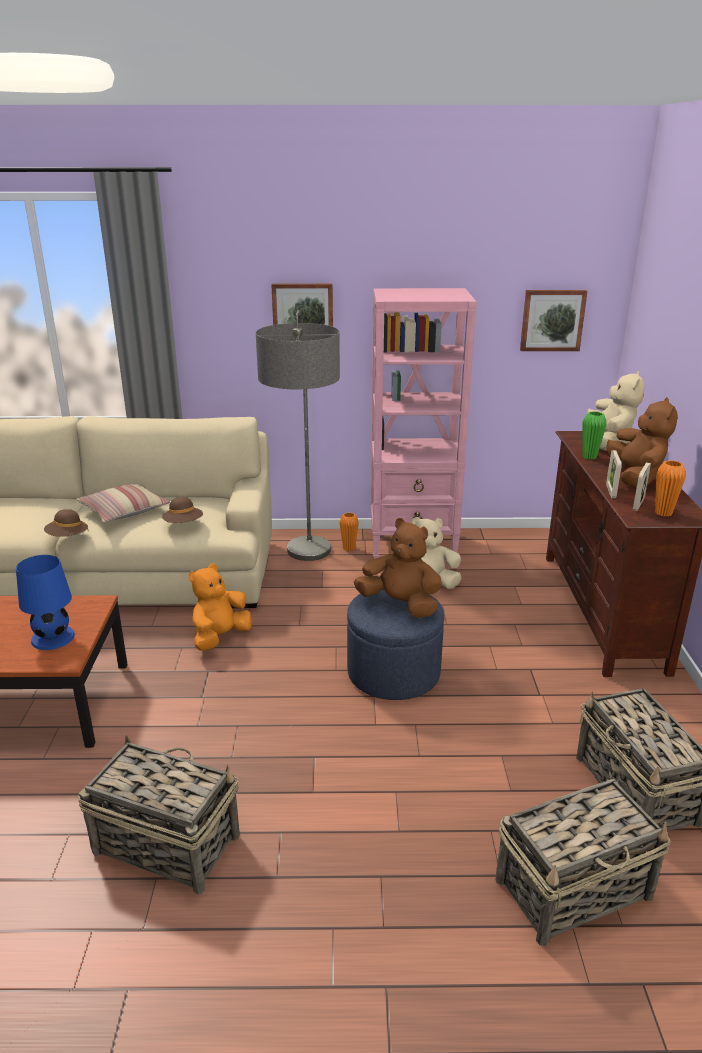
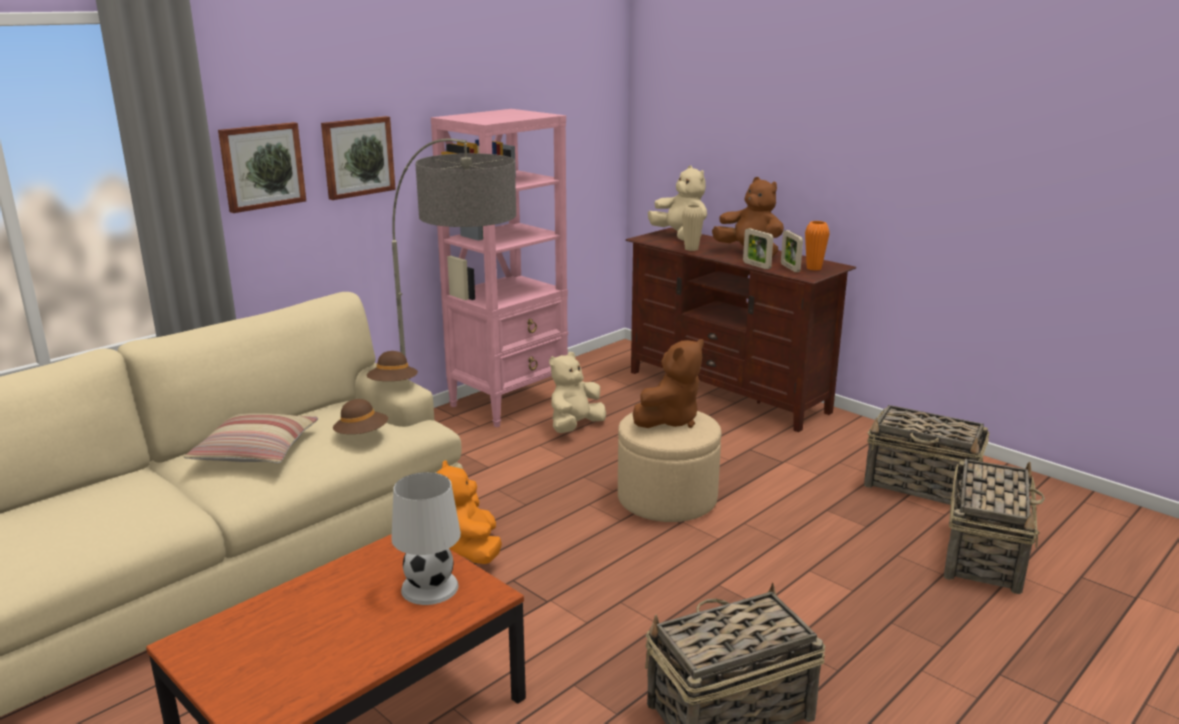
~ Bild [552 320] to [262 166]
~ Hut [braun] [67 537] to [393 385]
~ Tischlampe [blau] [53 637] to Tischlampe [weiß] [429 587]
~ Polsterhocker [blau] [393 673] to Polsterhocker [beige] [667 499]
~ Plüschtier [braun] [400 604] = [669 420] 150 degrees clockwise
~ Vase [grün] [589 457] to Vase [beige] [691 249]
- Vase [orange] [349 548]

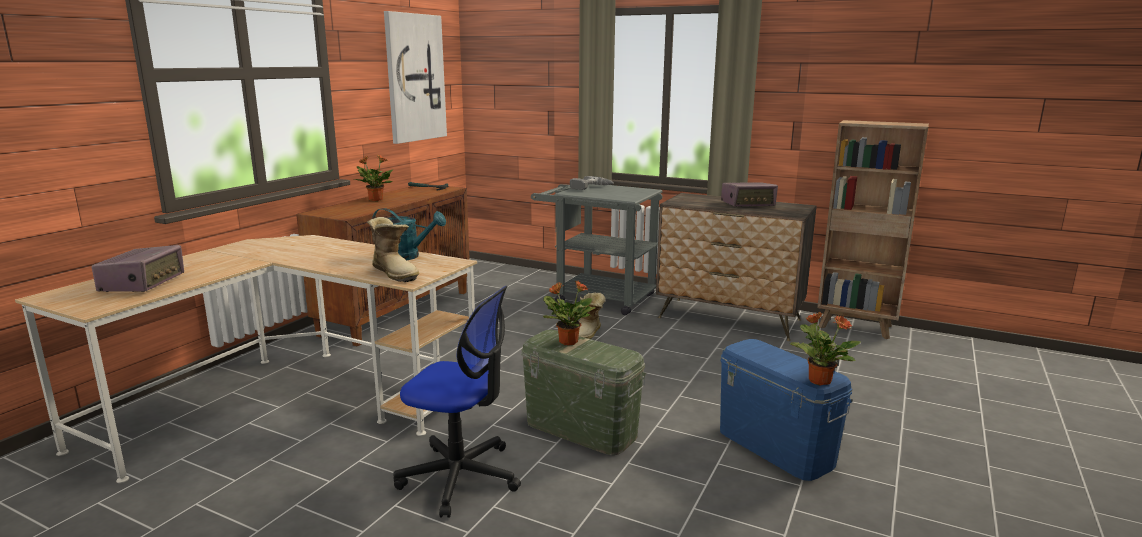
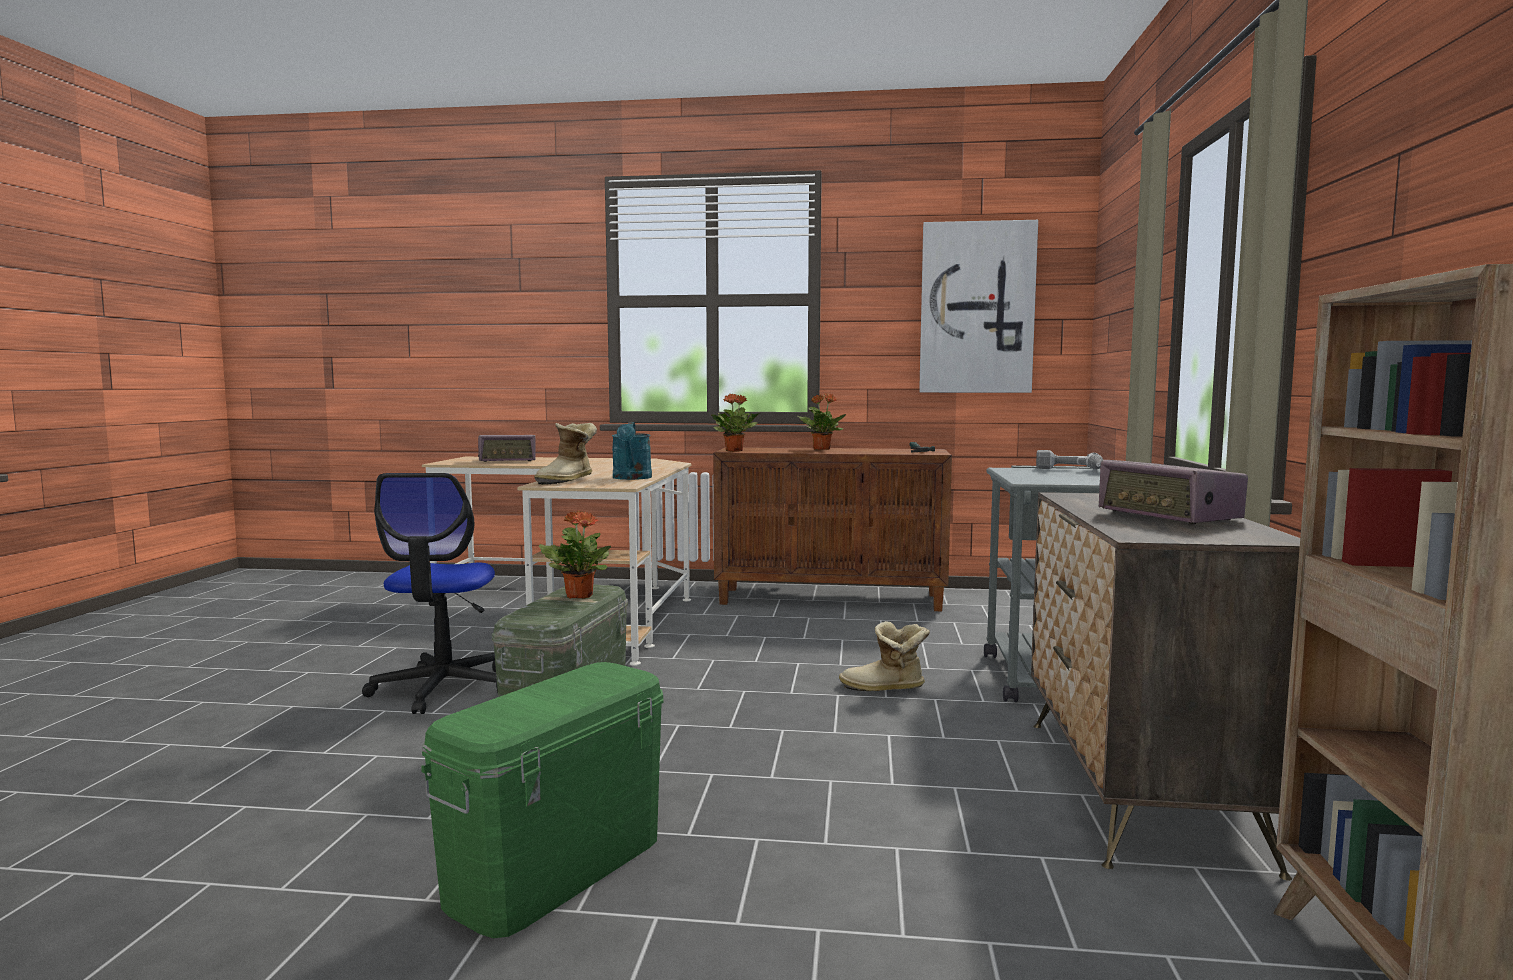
~ Aufbewahrungsbox [blau] [775 447] to Aufbewahrungsbox [grün] [556 869]
~ Topfpflanze [819 380] to [734 451]

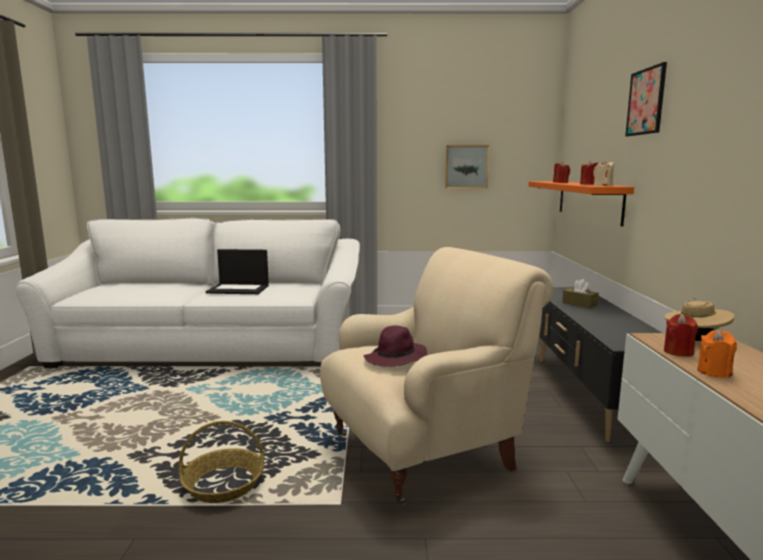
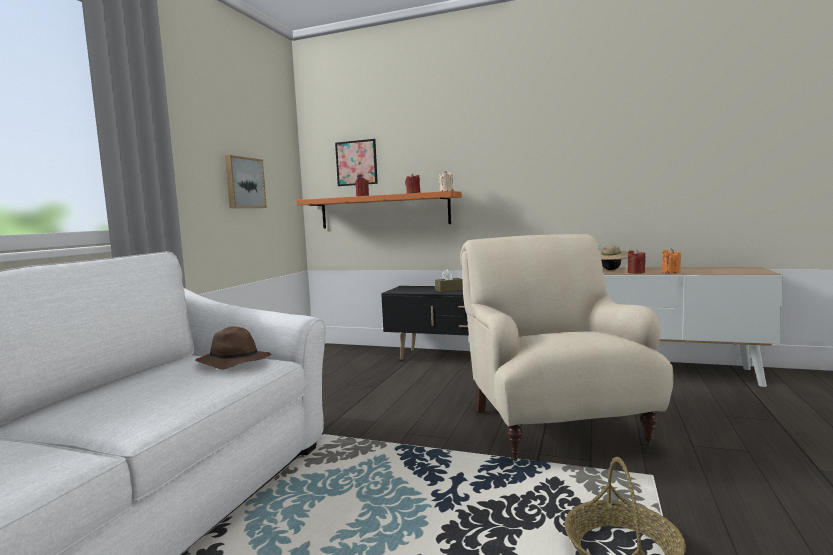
+ Hut [braun] [233 362]
~ Bild [646 101] to [356 163]
- Laptop [239 289]
- Hut [lila] [395 359]

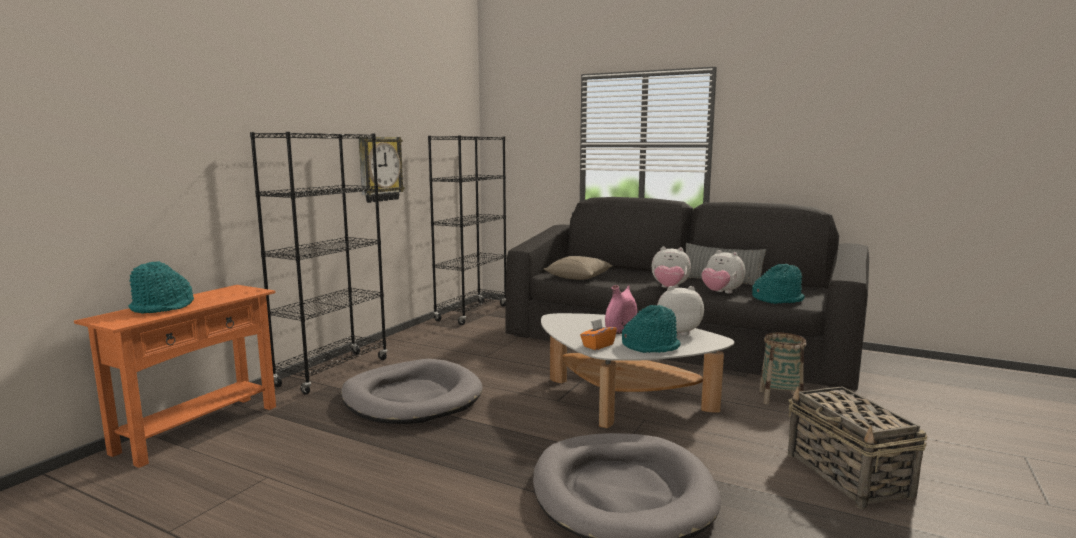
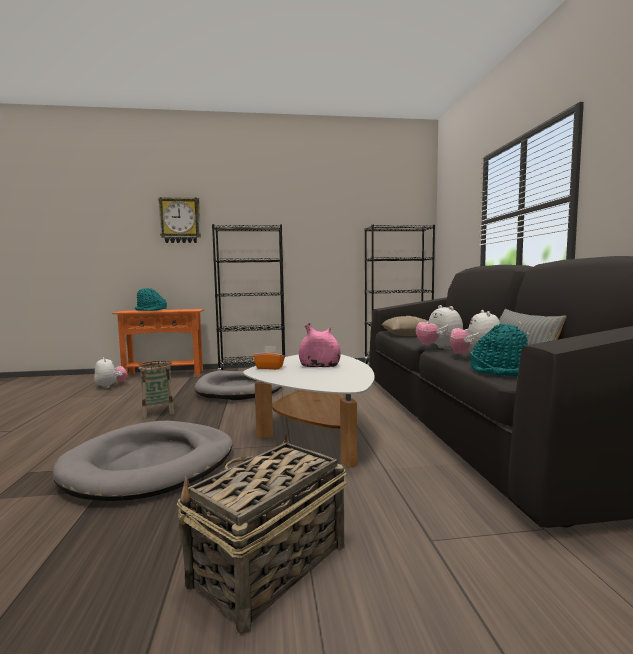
~ Plüschtier [677 332] to [111 386]
~ Korb [780 398] to [158 412]
~ Wanduhr [379 169] to [180 220]
- Hut [türkis] [651 346]

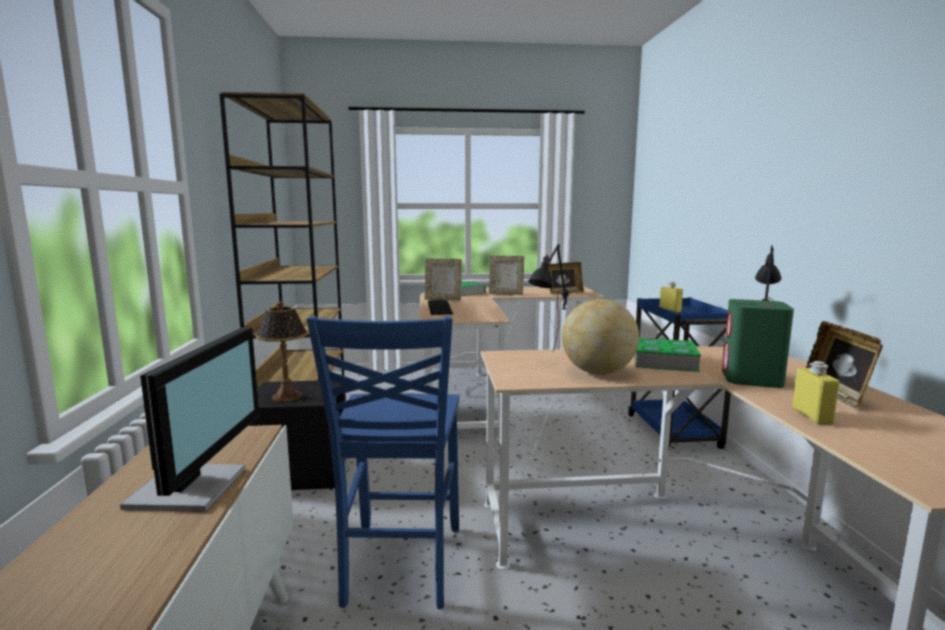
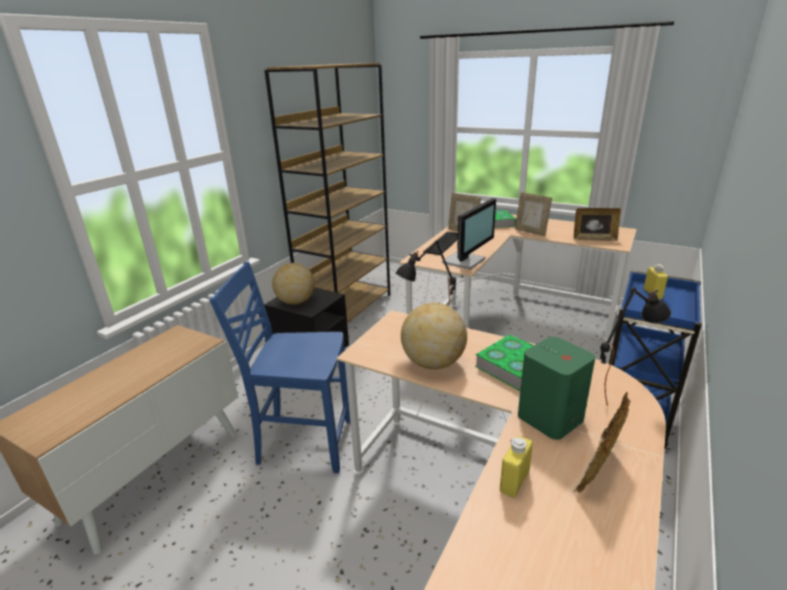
~ Stuhl [blau] [400 565] = [303 442] 60 degrees clockwise
~ Tischlampe [286 397] to Globus [295 302]
~ Monitor [193 487] to [465 261]

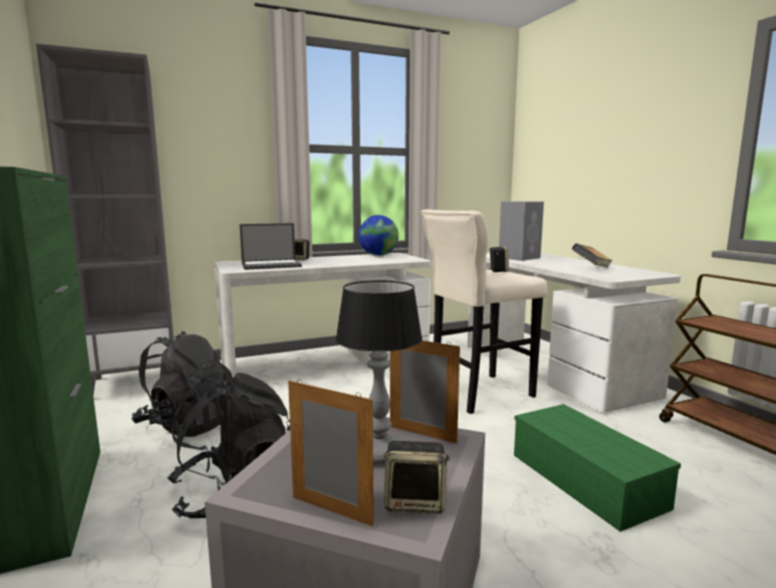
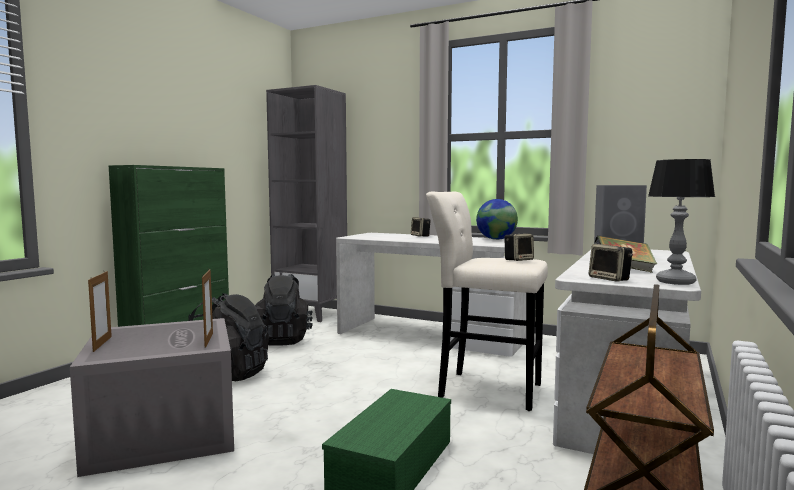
~ Lautsprecher [416 502] to [610 279]
~ Tischlampe [379 454] to [675 282]
- Laptop [272 265]

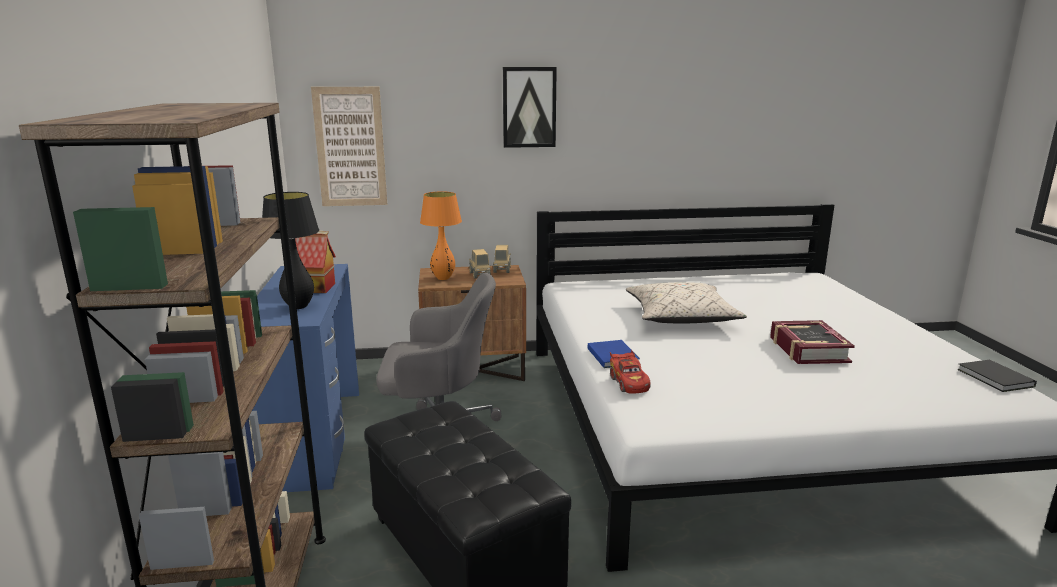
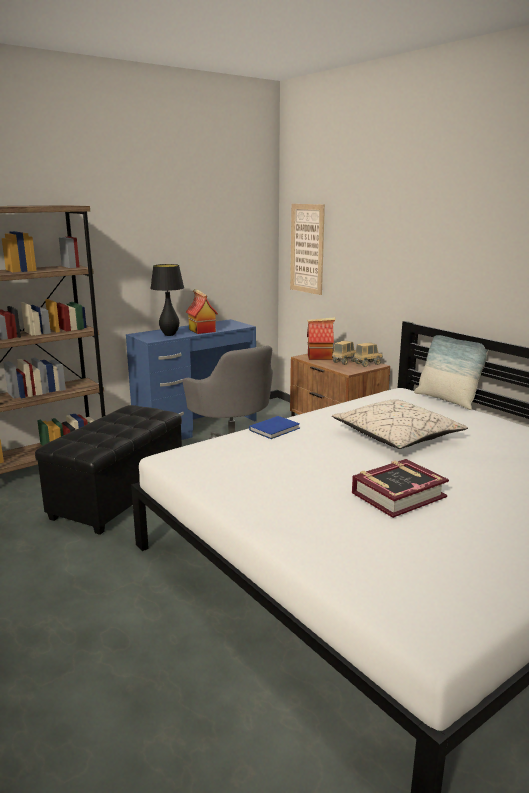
~ Tischlampe [orange] [443 278] to Spielzeughaus [320 357]
+ Kissen [446 400]
- Bild [529 107]
- Spielzeugauto [rot] [628 383]
- Buch [schwarz] [995 379]

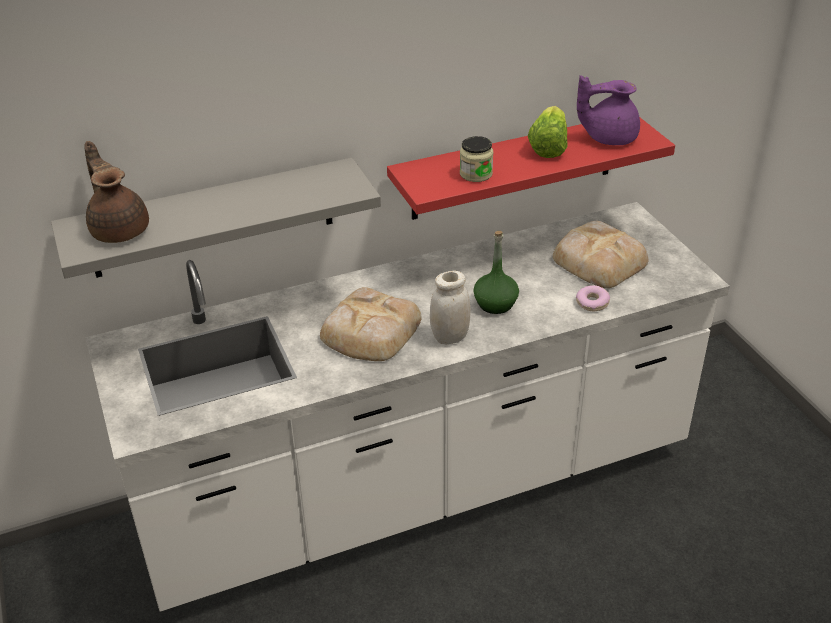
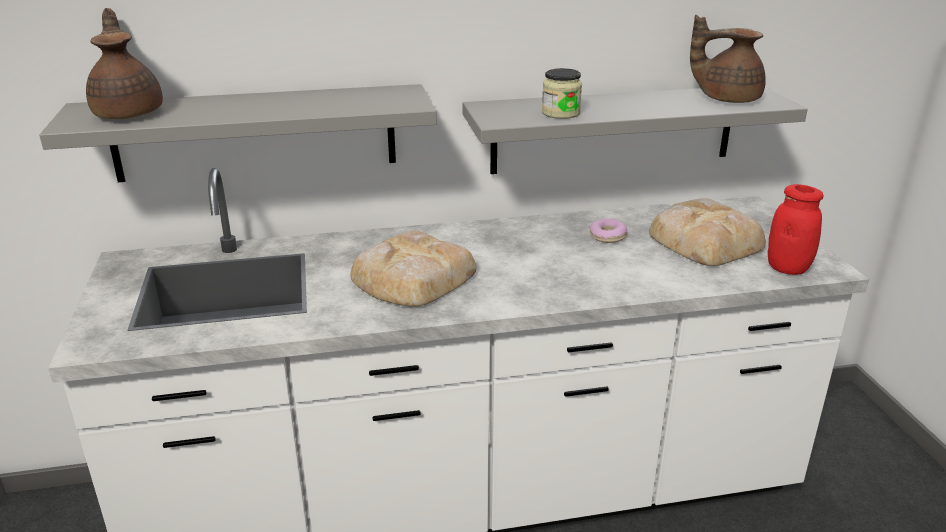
~ Wandregal [rot] [513 167] to Wandregal [grau] [613 129]
~ Donut [592 303] to [607 236]
~ Teekanne [lila] [608 137] to Teekanne [braun] [726 98]
+ Vorratsglas [rot] [787 268]
- Vorratsglas [weiß] [450 337]
- Flasche [grün] [495 304]
- Salatkopf [548 147]

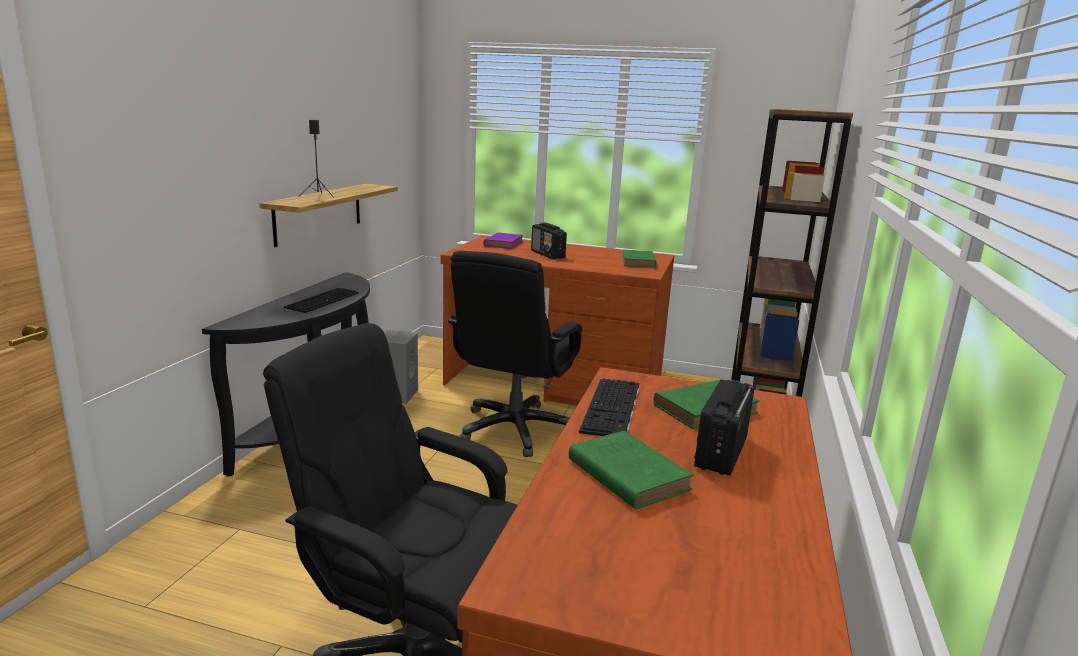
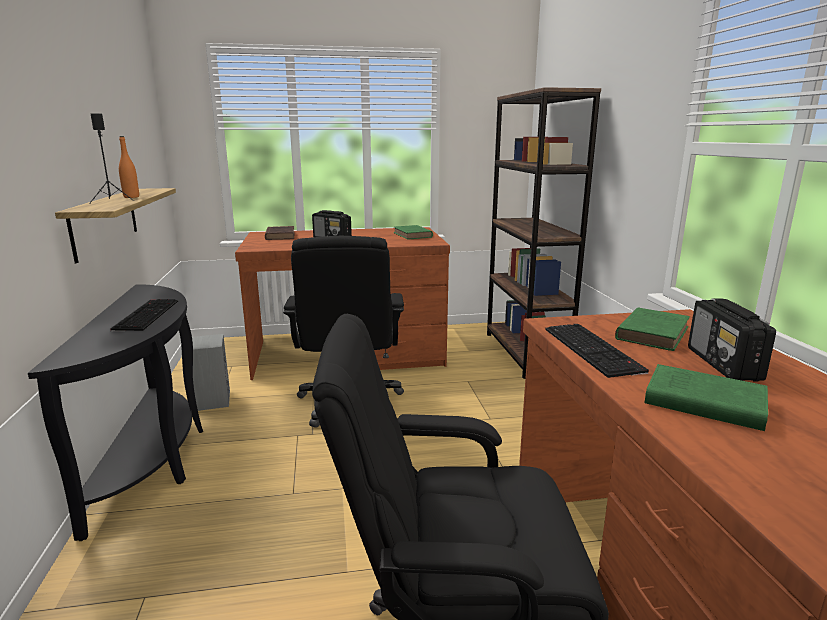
+ Flasche [orange] [131 197]
~ Buch [lila] [504 243] to Buch [braun] [280 236]

